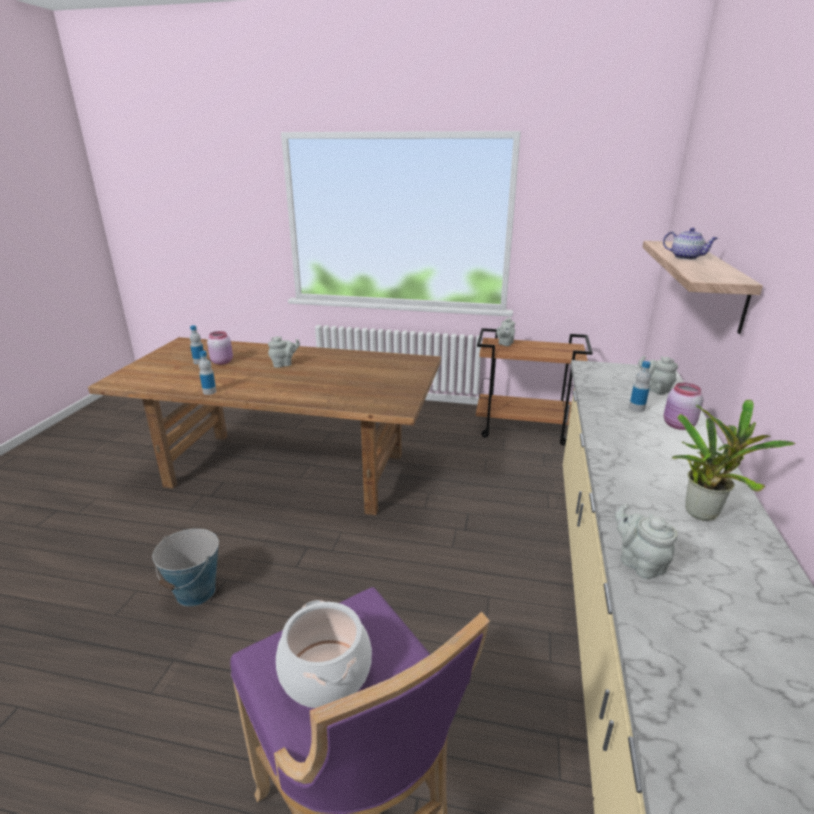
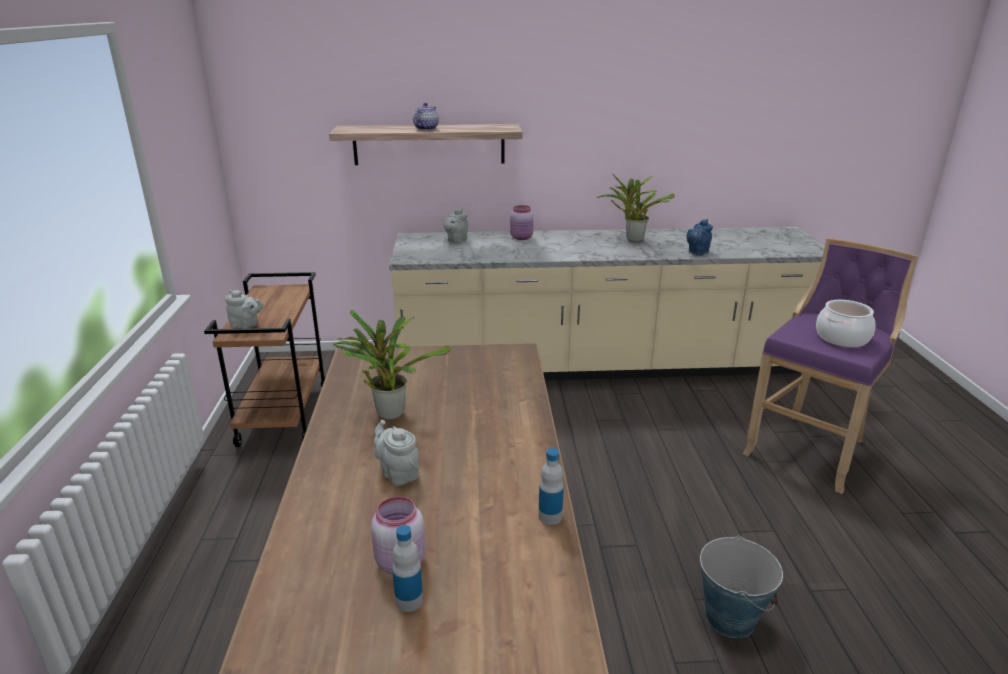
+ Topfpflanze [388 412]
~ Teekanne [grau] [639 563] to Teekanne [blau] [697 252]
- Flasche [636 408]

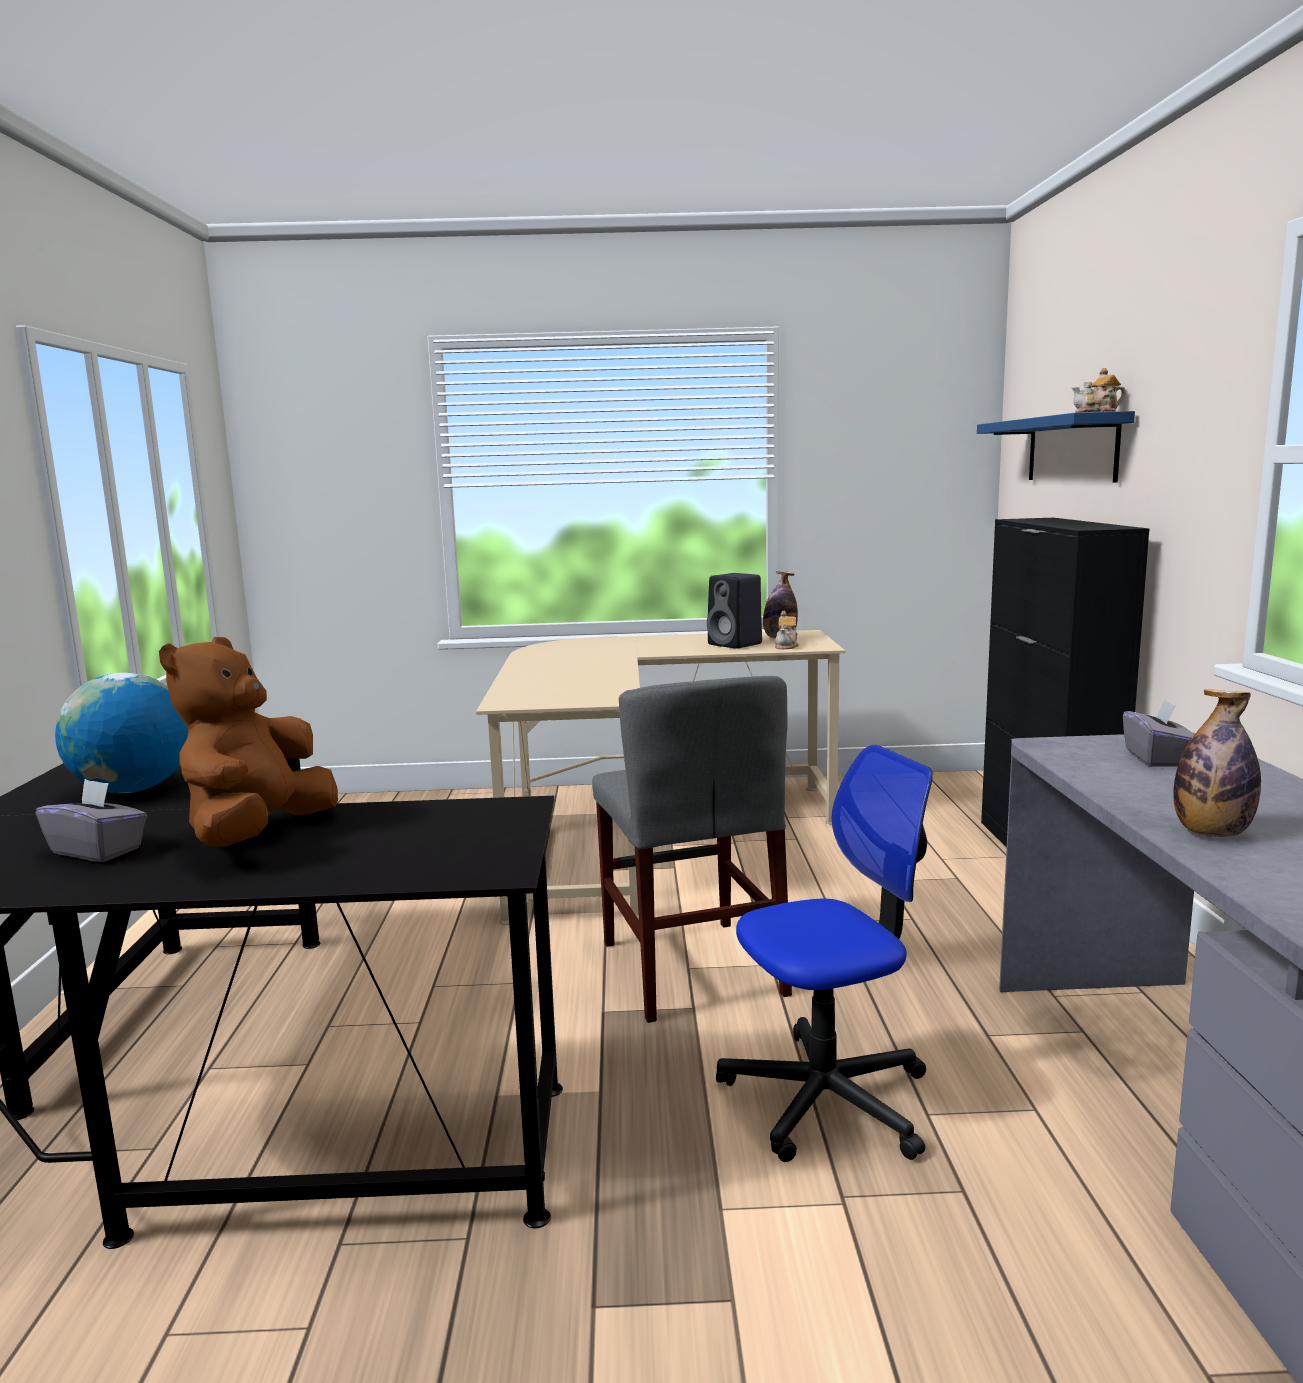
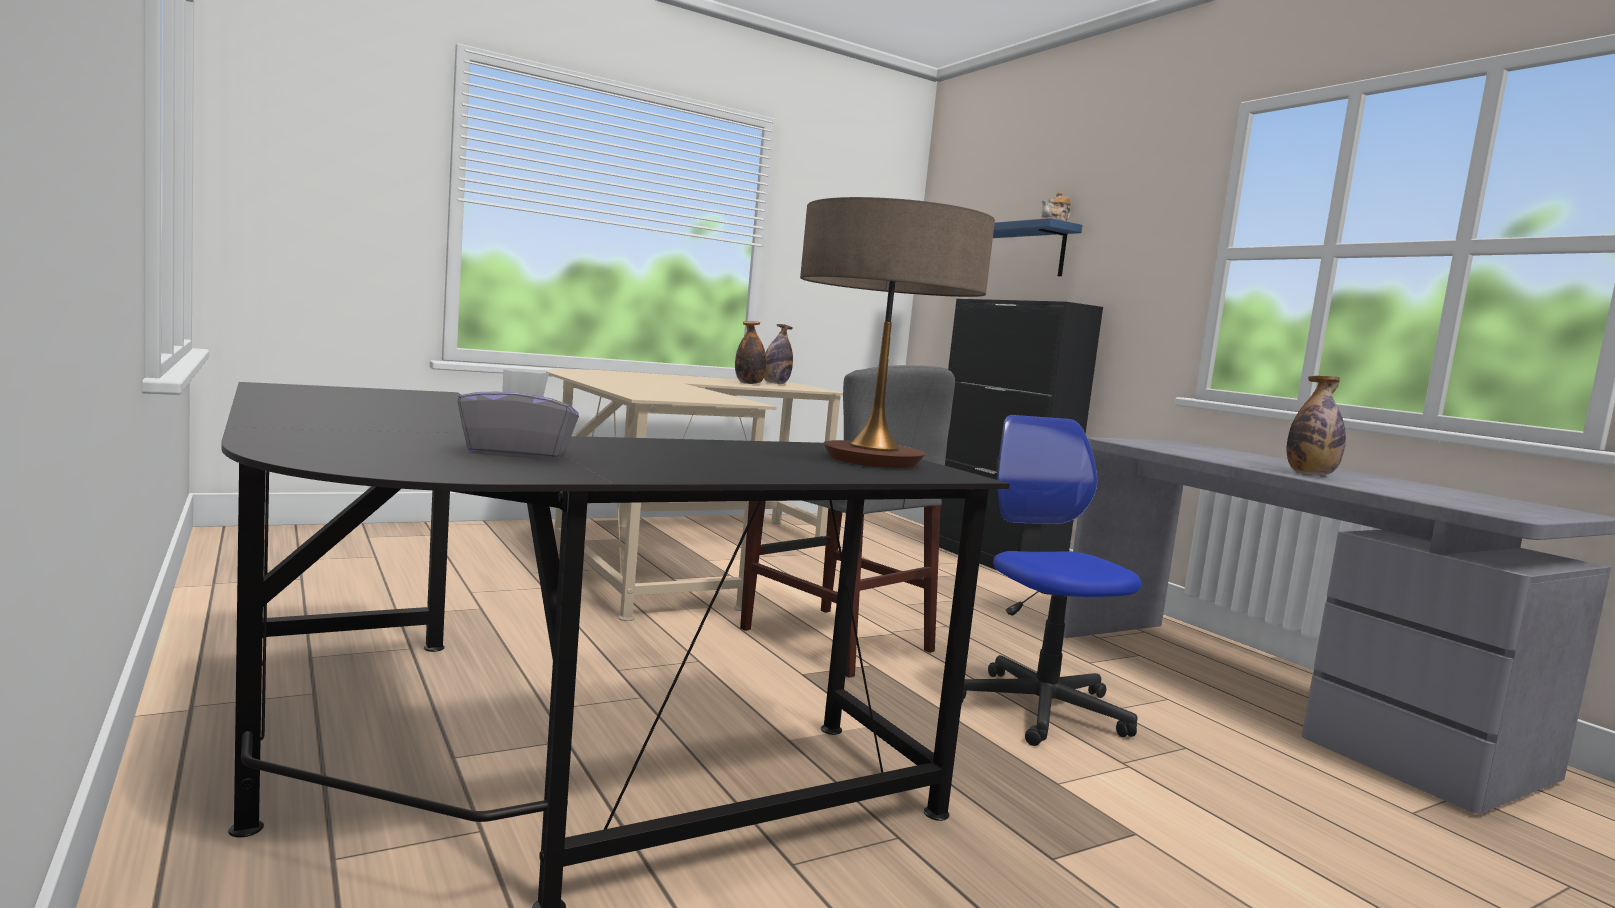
~ Lautsprecher [schwarz] [736 644] to Flasche [749 383]
+ Tischlampe [873 460]
~ Bürostuhl [827 1098] = [1040 709] 60 degrees counterclockwise
- Globus [132 790]
- Plüschtier [braun] [258 835]
- Teekanne [786 646]
- Taschentuchbox [grau] [1157 758]

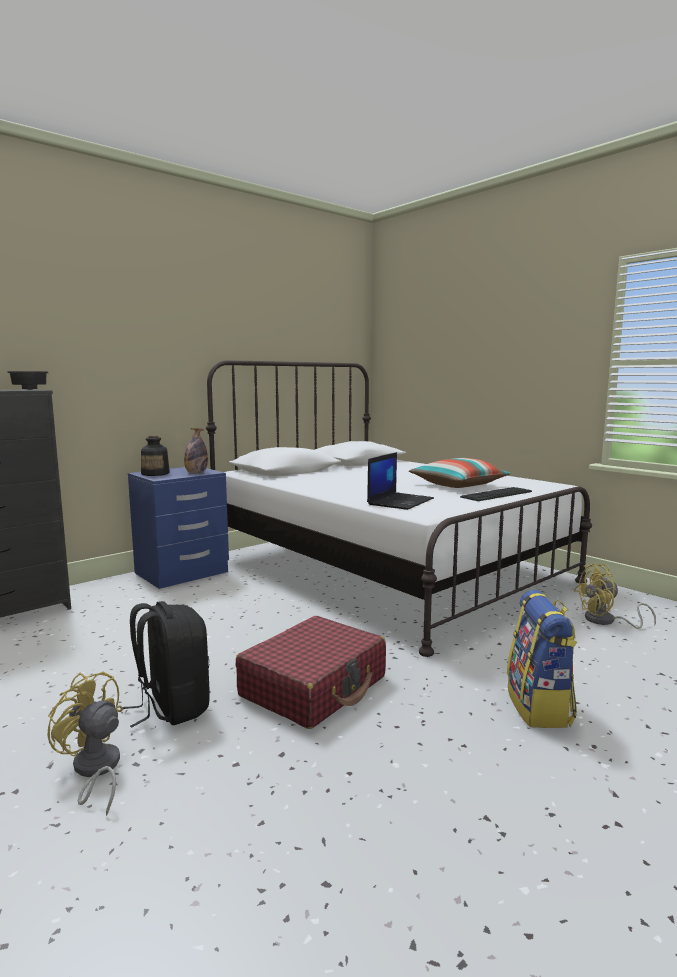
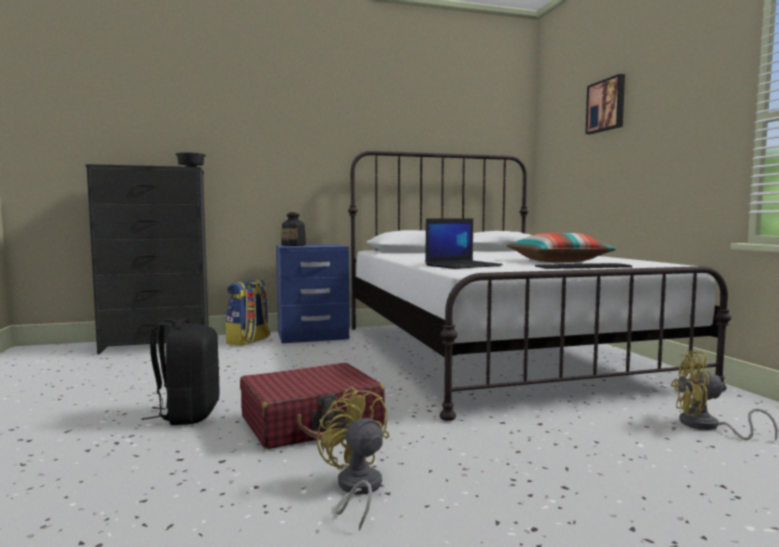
~ Rucksack [540 707] to [249 341]
~ Ventilator [gelb] [95 771] to [356 489]
+ Bild [606 105]
- Flasche [196 473]

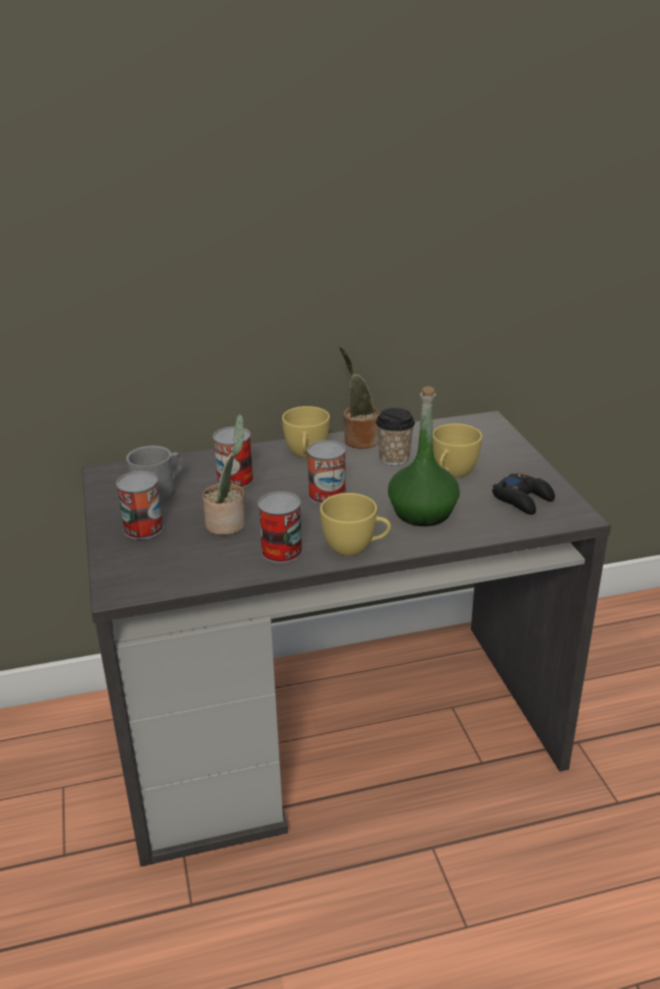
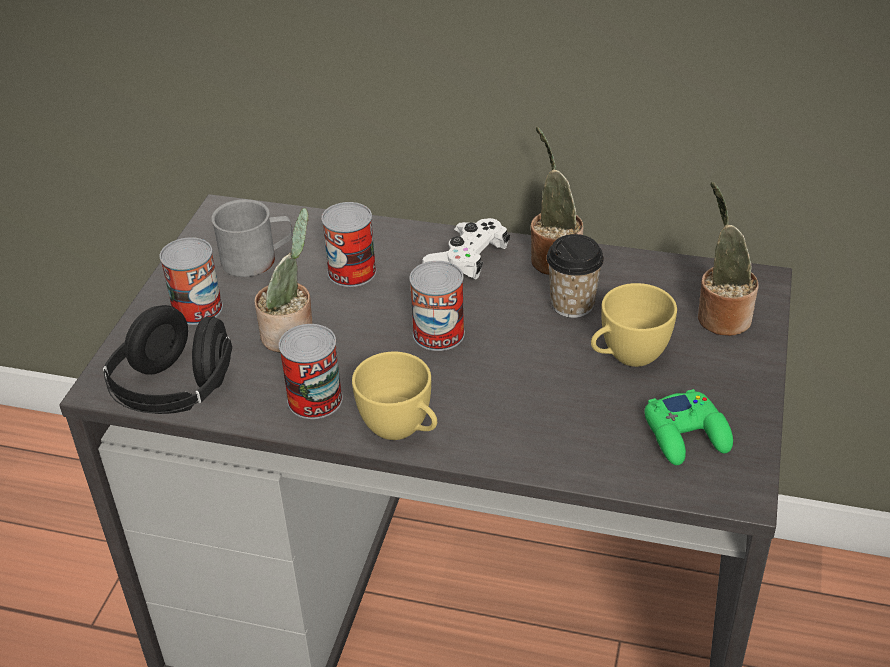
+ Kopfhörer [schwarz] [175 391]
~ Tasse [gelb] [306 455] to Gamepad [weiß] [467 261]
~ Gamepad [schwarz] [523 499] to Gamepad [grün] [686 435]
+ Topfpflanze [720 316]
- Flasche [grün] [423 513]

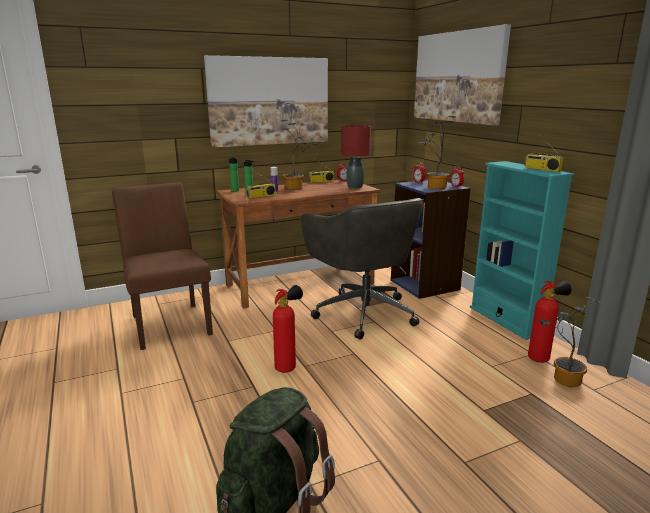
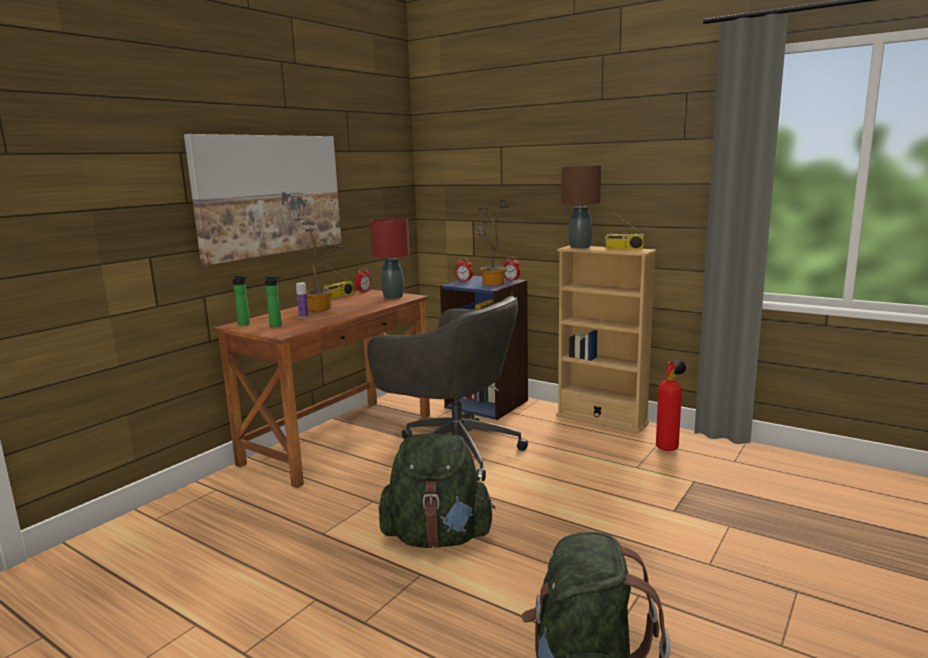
~ Feuerlöscher [288 367] to Rucksack [grün] [437 538]
~ Bücherregal [türkis] [506 320] to Bücherregal [beige] [601 419]
+ Tischlampe [braun] [580 247]
- Stuhl [braun] [169 322]
- Radio [261 196]
- Bild [458 77]
- Topfpflanze [562 379]

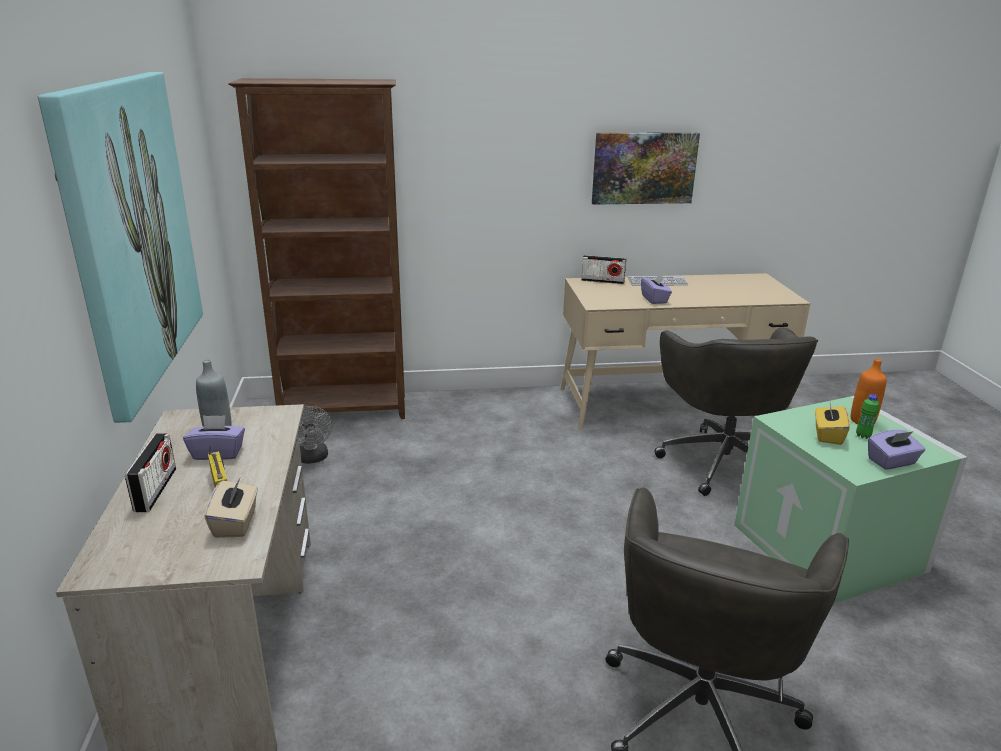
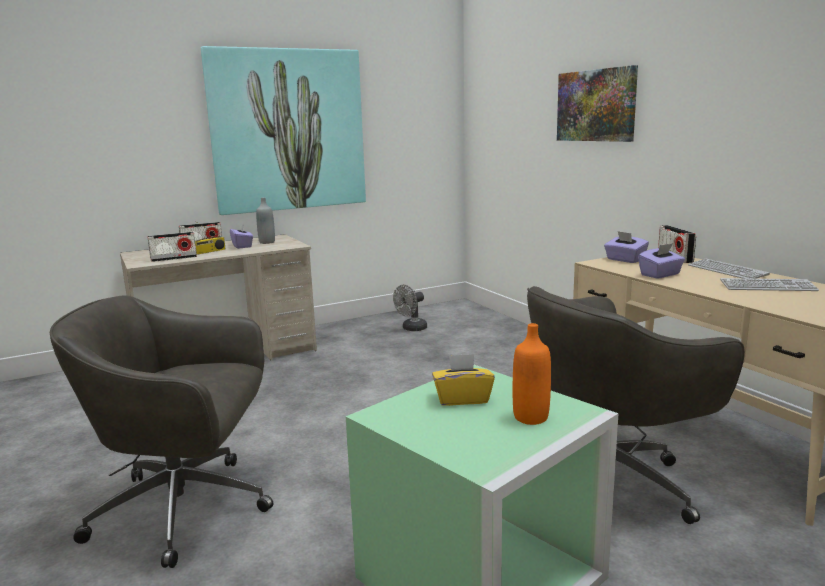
~ Taschentuchbox [beige] [236 523] to Radio [174 258]
~ Bild [644 168] to [596 105]
~ Taschentuchbox [lila] [892 462] to [624 260]
+ Tastatur [767 286]
- Bücherregal [braun] [345 410]
- Flasche [grün] [863 436]

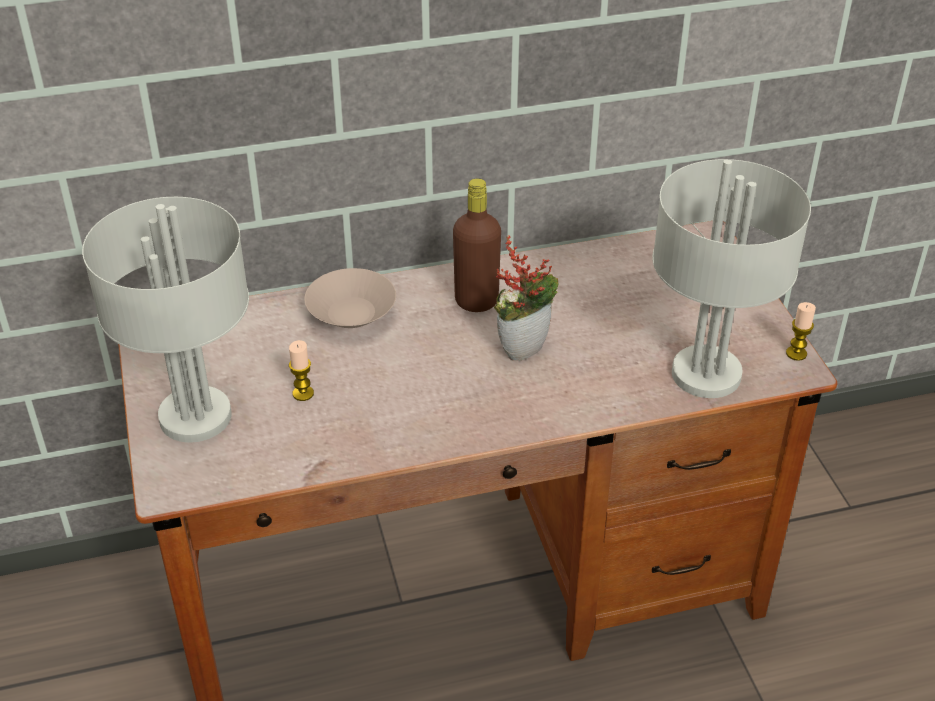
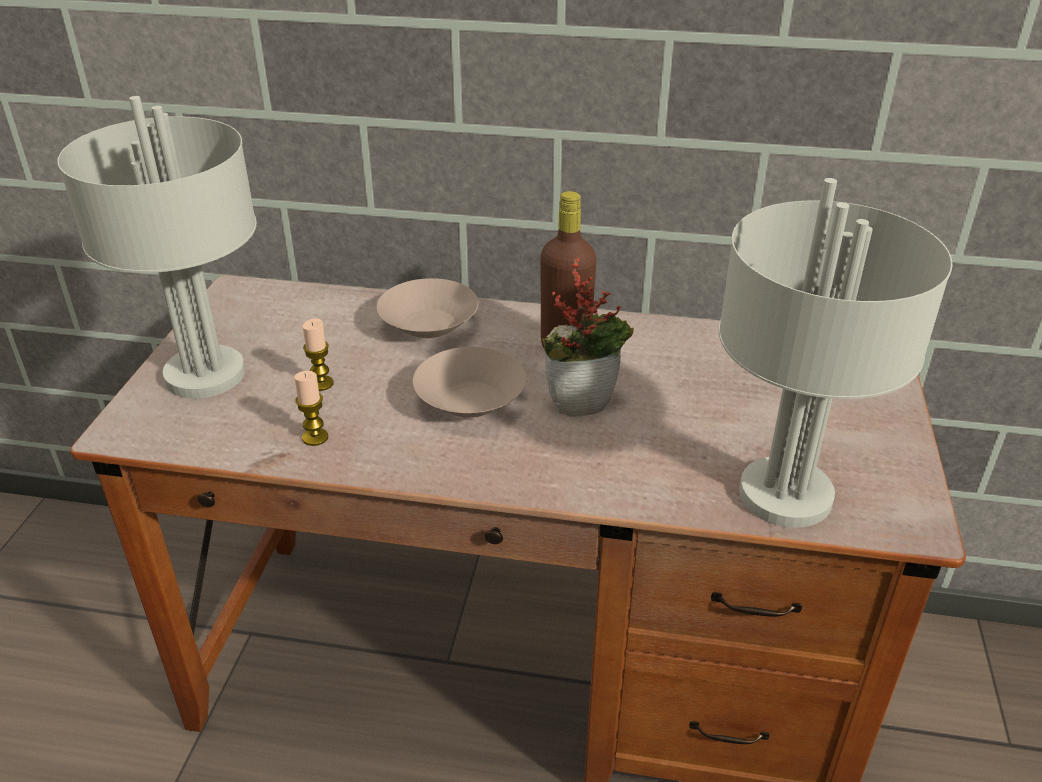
~ Kerze [796 353] to [315 437]
+ Schüssel [beige] [470 403]

